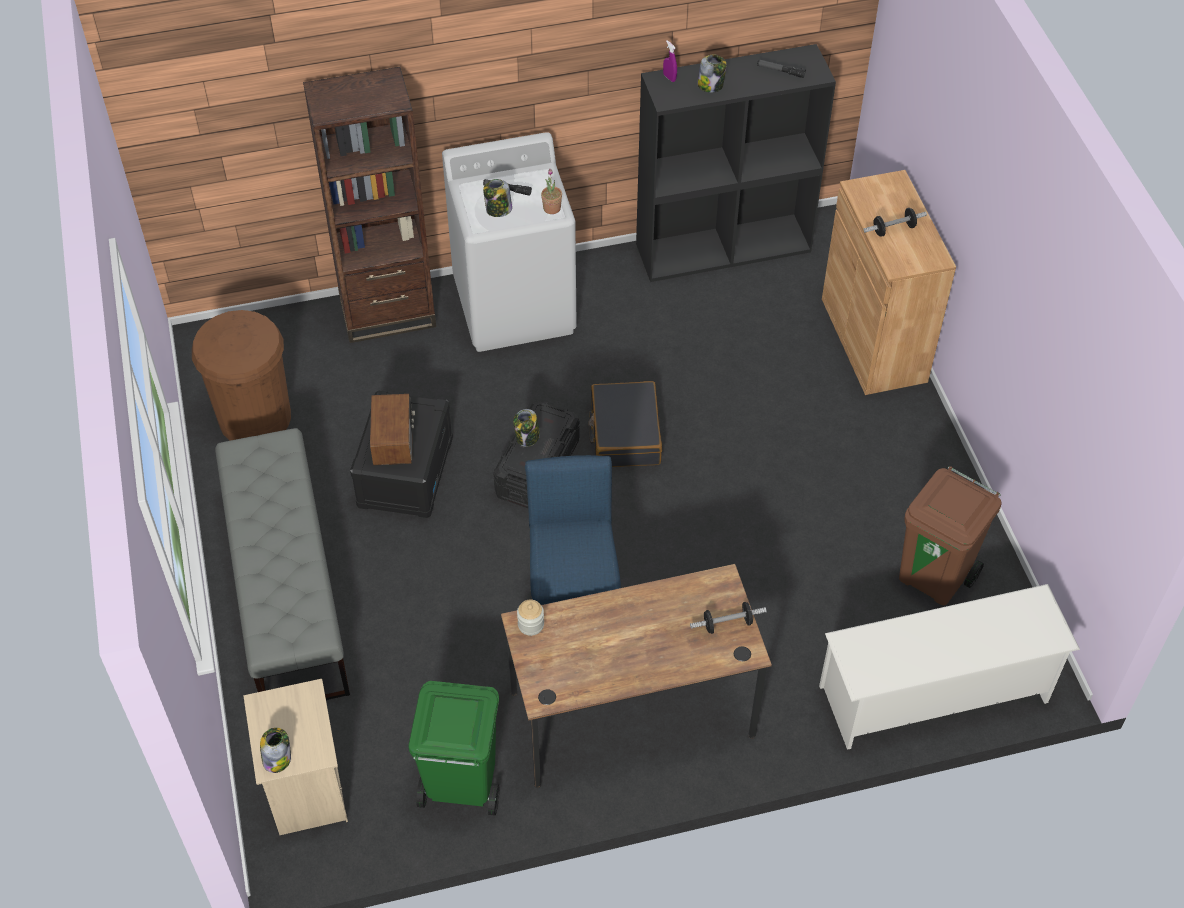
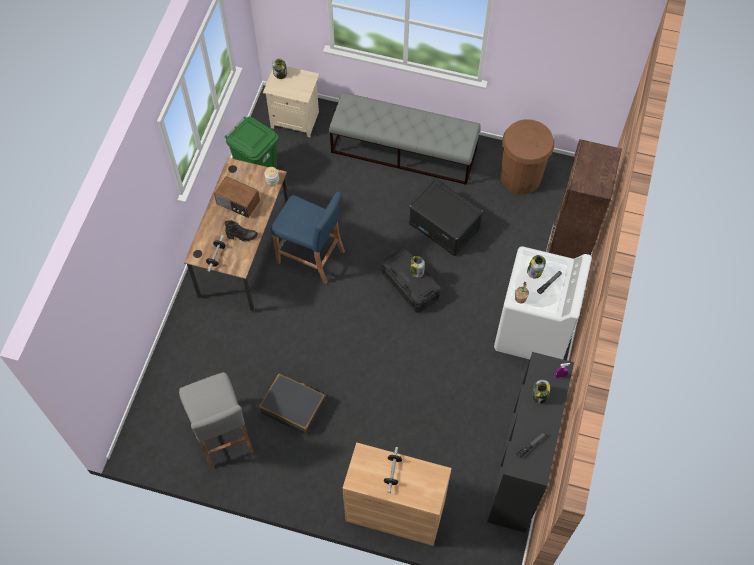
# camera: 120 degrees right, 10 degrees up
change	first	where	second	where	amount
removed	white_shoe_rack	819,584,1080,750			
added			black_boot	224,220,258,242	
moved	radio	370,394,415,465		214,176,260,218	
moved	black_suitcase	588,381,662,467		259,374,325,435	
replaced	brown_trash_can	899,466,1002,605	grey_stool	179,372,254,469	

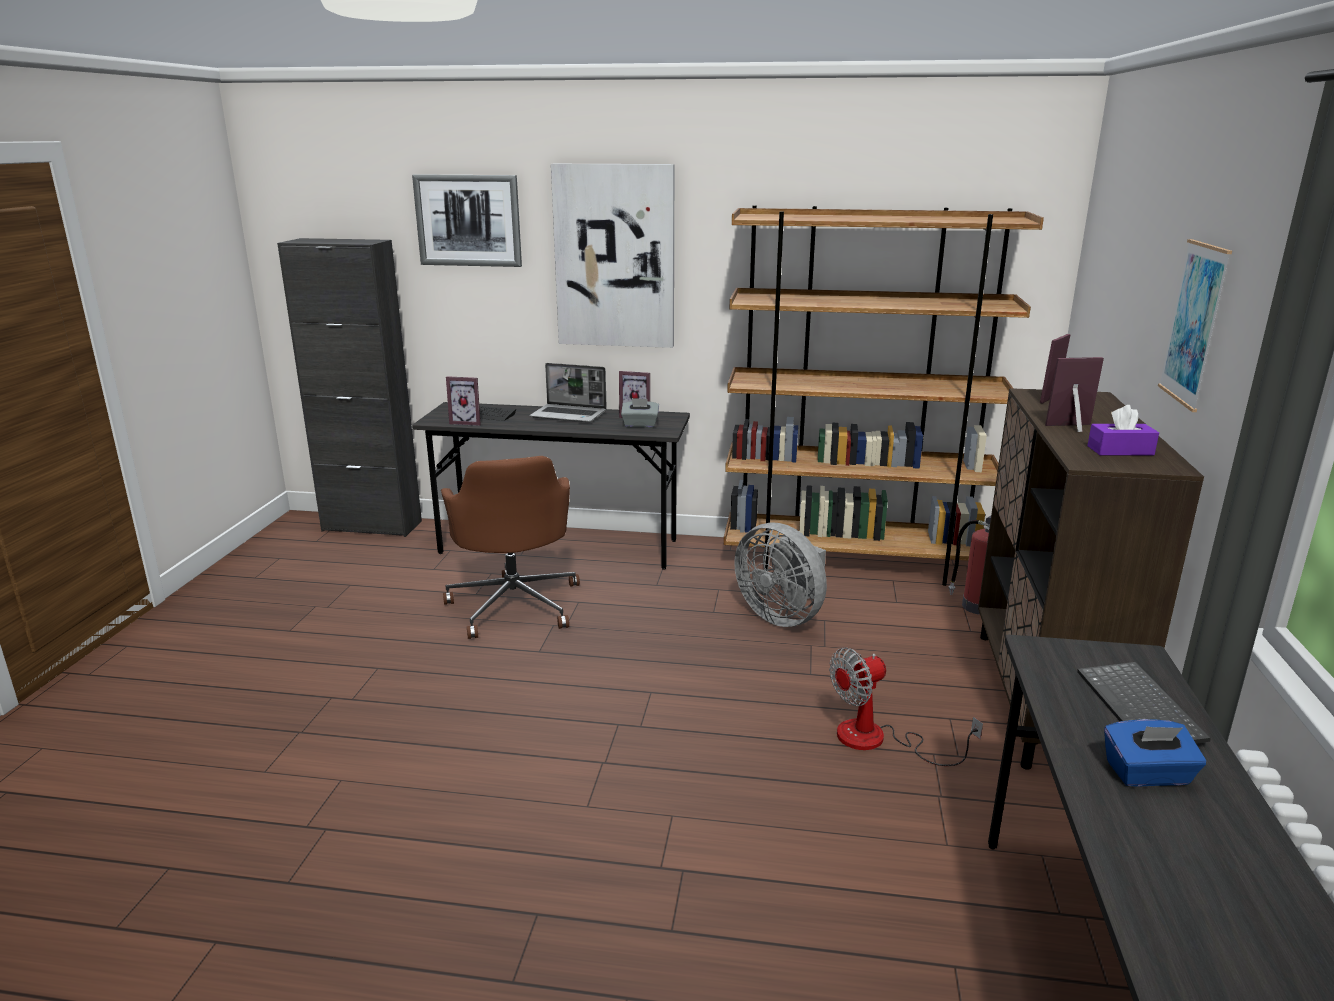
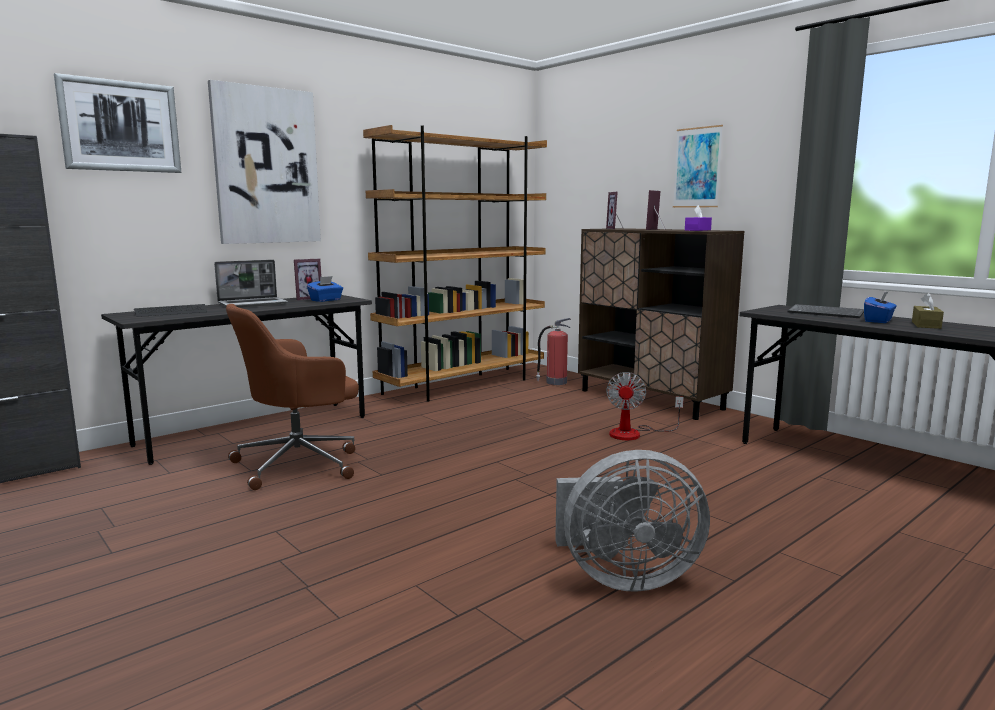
# camera: 50 degrees left, 10 degrees down
change	first	where	second	where	amount
removed	picture_frame	446,376,481,426			
added			brown_tissue_box	912,292,944,329	
moved	grey_fan	734,522,827,627		555,450,710,592	
recoloured	grey_tissue_box	621,398,659,428	blue_tissue_box	307,276,343,302	
turned	brown_office_chair	441,456,580,639		226,304,359,490	120 degrees clockwise

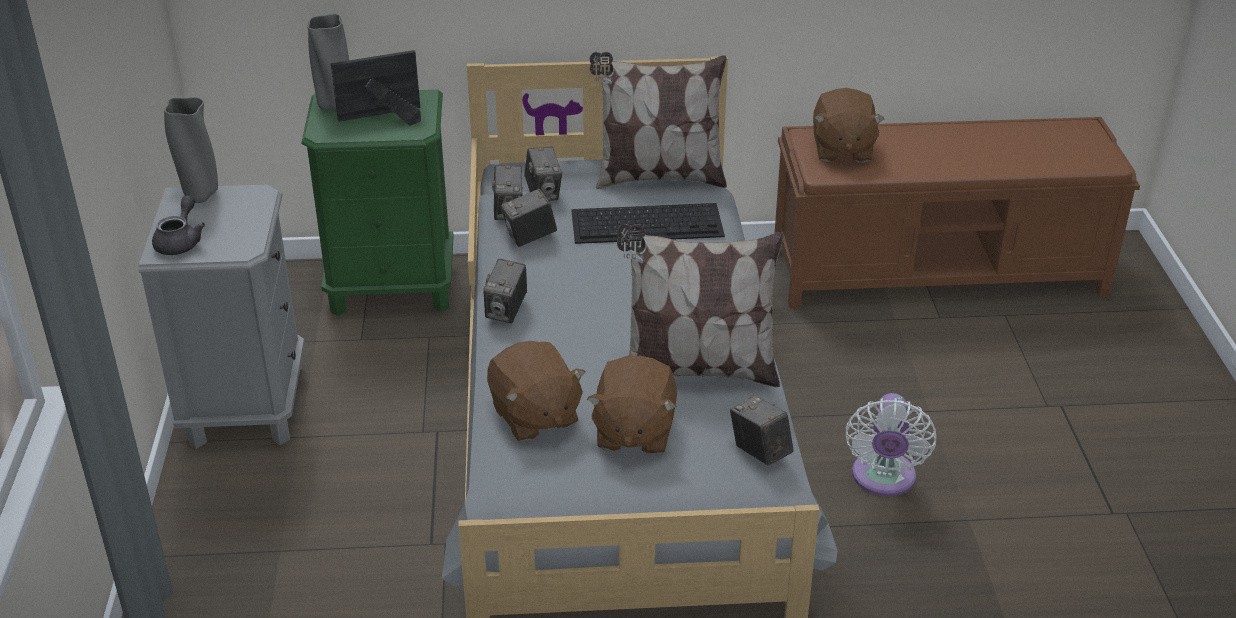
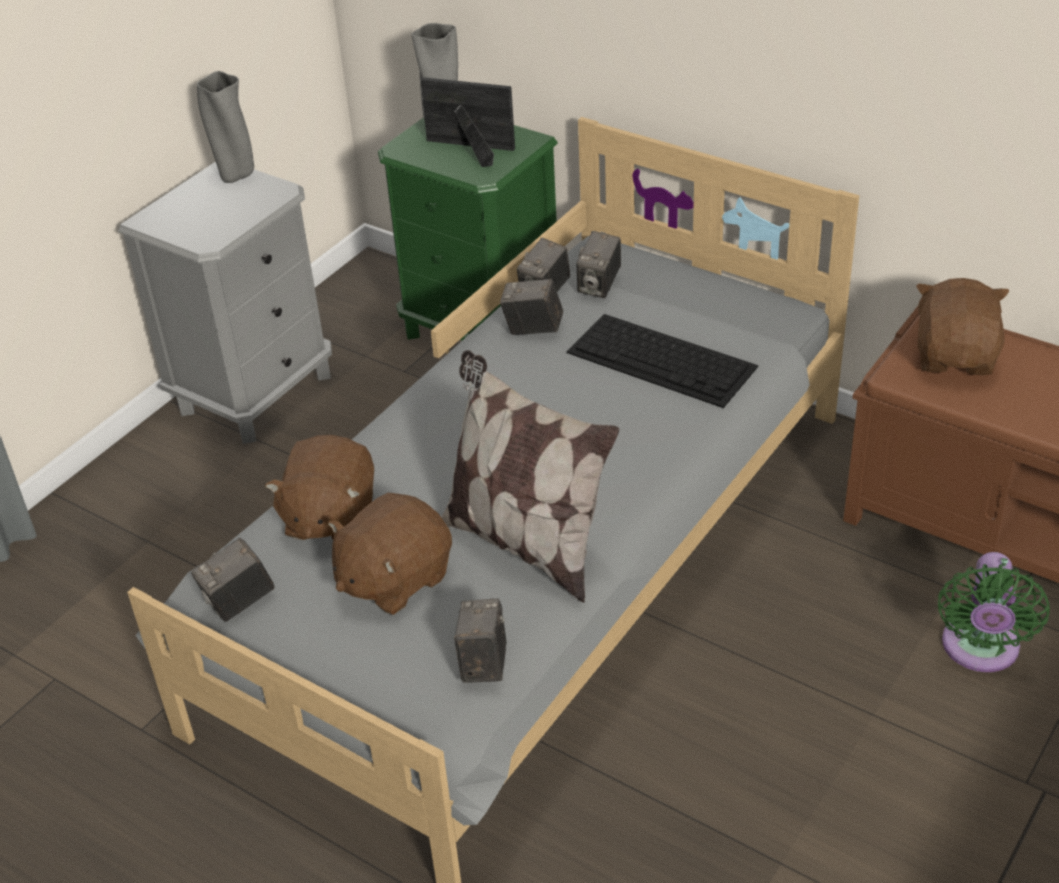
# camera: 40 degrees right, 5 degrees up
change	first	where	second	where	amount
removed	grey_teapot	152,195,205,255			
removed	pillow	590,52,727,189			
removed	white_fan	846,393,936,496			
added			green_fan	938,552,1050,672	
moved	photo_camera	483,259,527,323		191,538,275,622	
turned	brown_plush_toy	813,88,884,163		916,278,1009,375	150 degrees clockwise

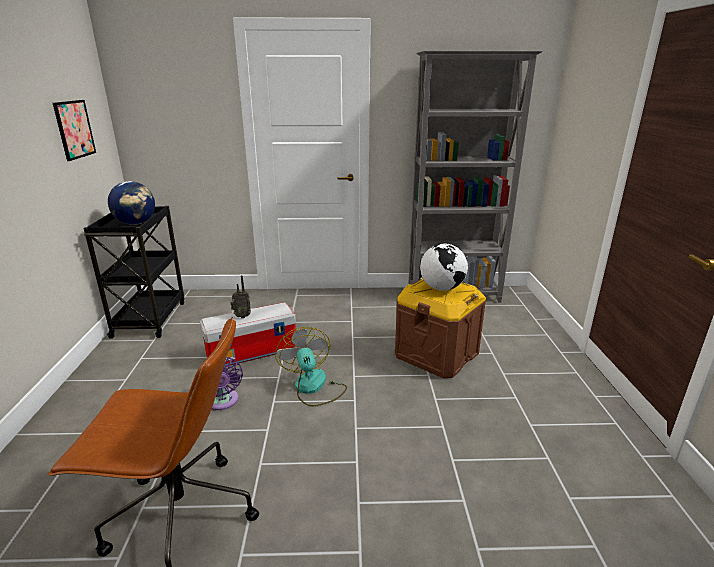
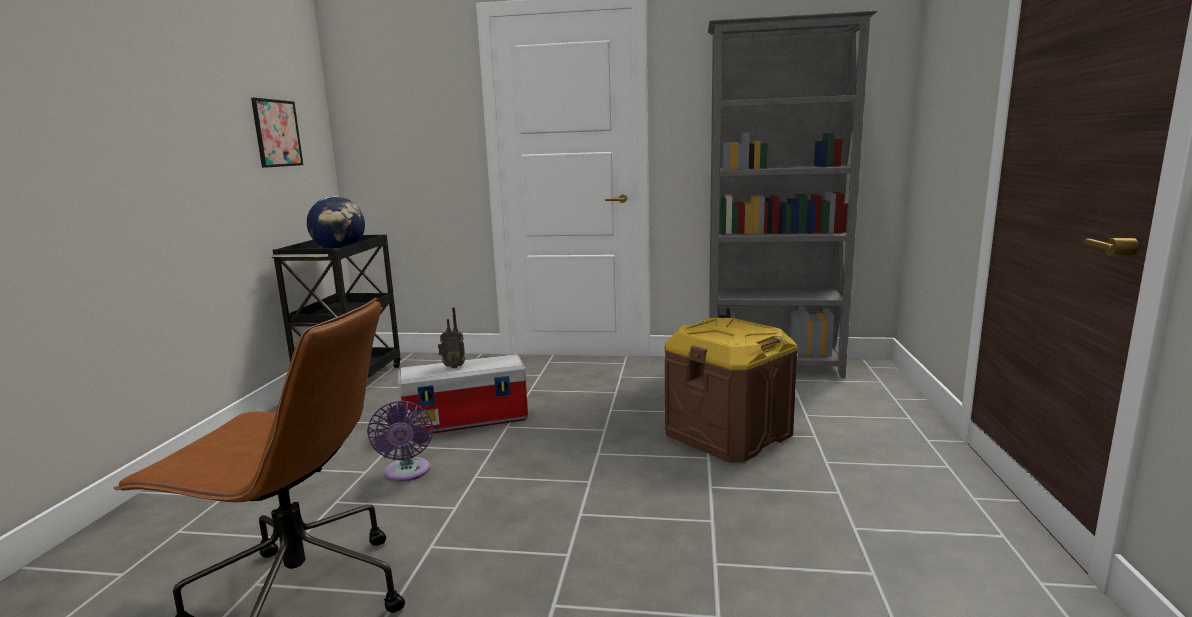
# camera: 10 degrees right, 10 degrees down
change	first	where	second	where	amount
removed	fan	275,327,347,407			
removed	globe	420,243,468,291			

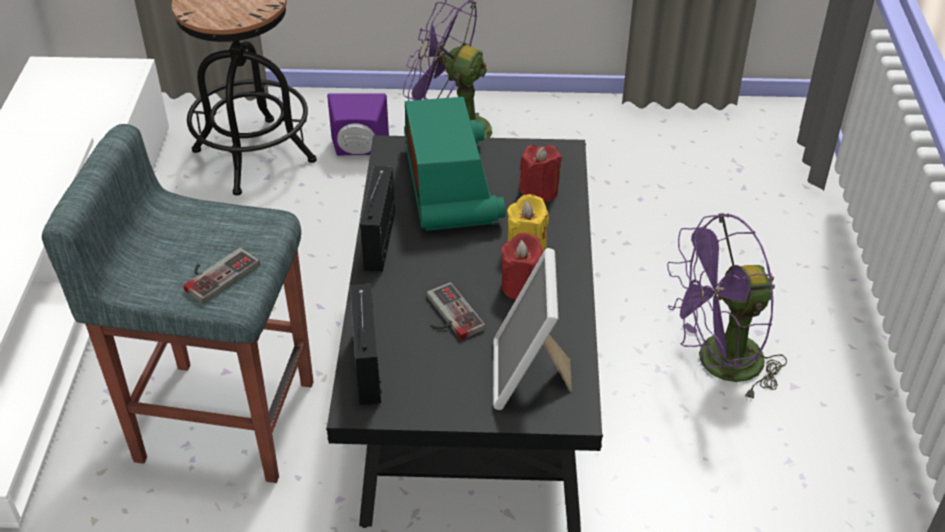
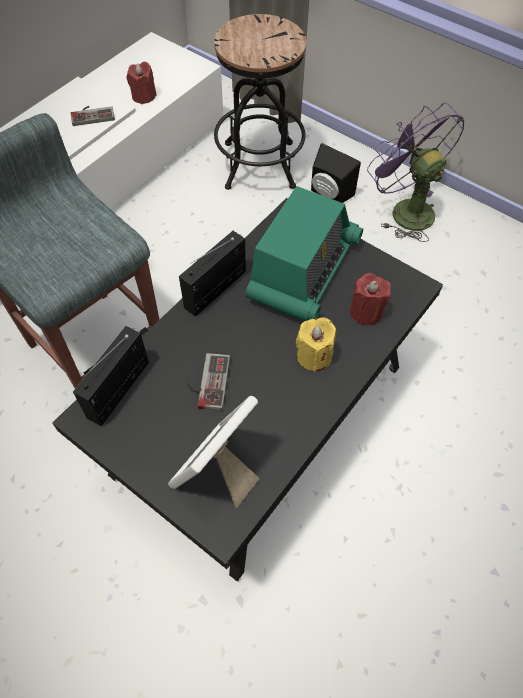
# camera: 35 degrees right, 15 degrees up
change	first	where	second	where	amount
removed	purple_fan	667,213,787,400			
moved	game_controller	184,248,260,304		71,106,115,126	
moved	red_candle	501,233,543,299		127,62,157,104	
recoloured	purple_speaker	327,93,389,156	black_speaker	311,143,361,203	

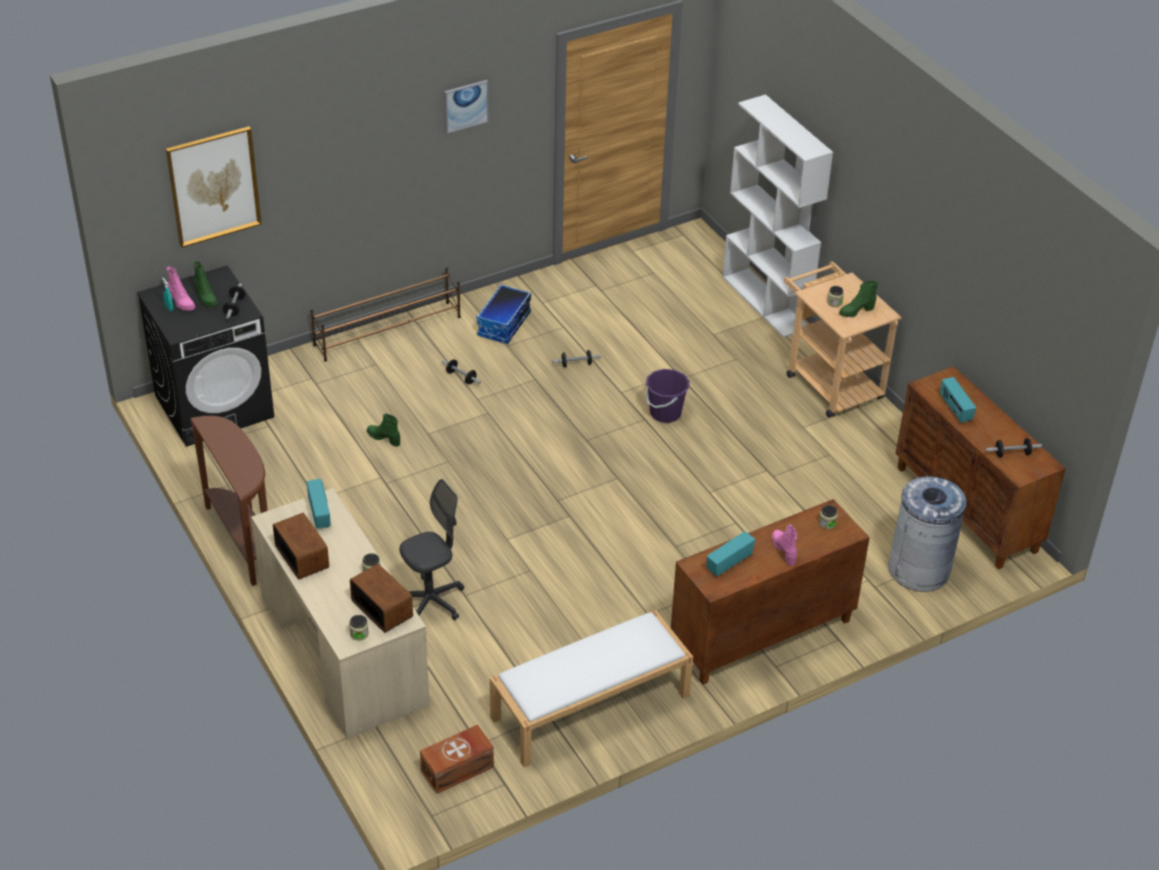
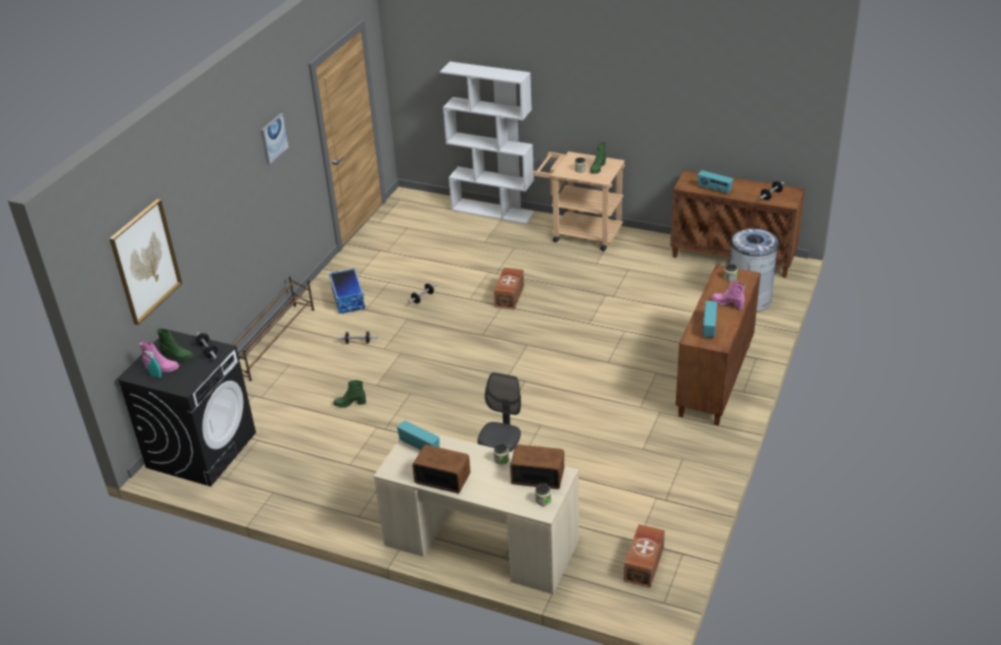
# camera: 35 degrees left, 5 degrees down
change	first	where	second	where	amount
removed	brown_console_table	190,416,268,586			
removed	white_bench	490,610,693,767			
replaced	purple_bucket	645,369,690,423	brown_storage_box	494,268,524,310	

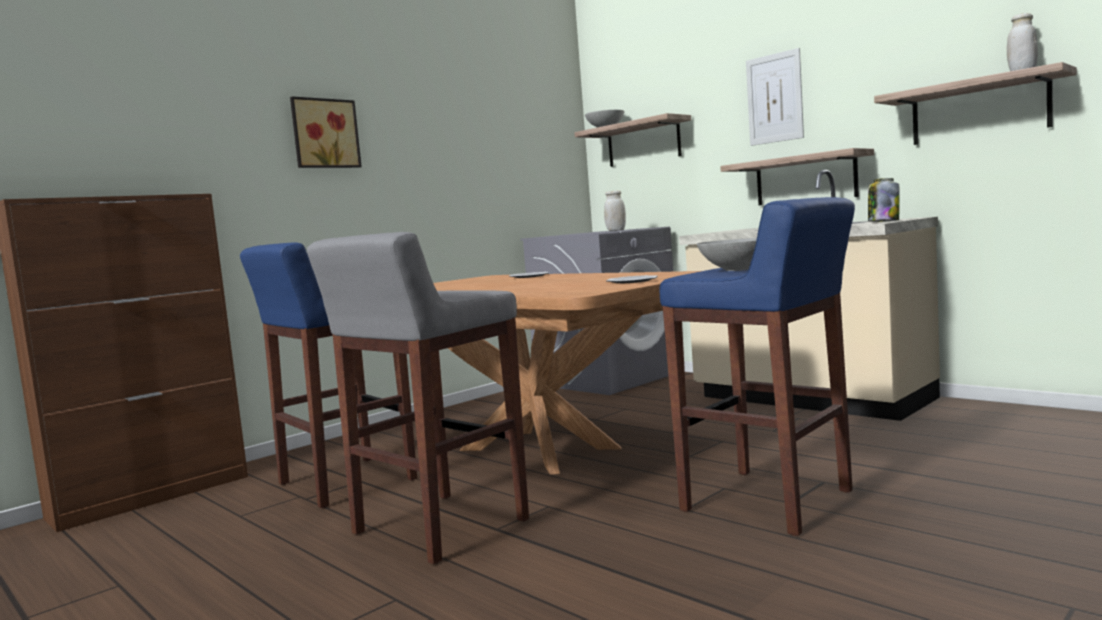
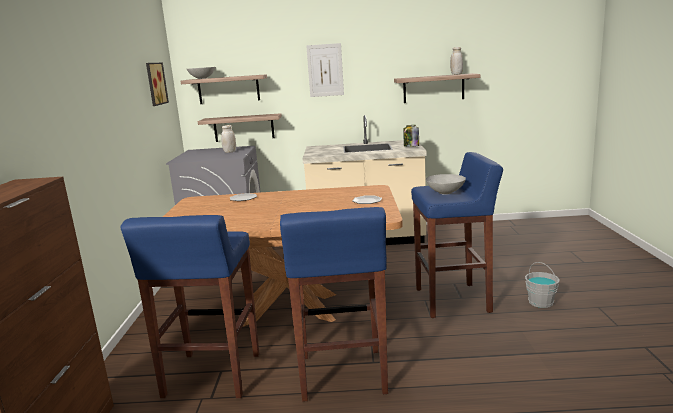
# camera: 45 degrees left, 10 degrees up
change	first	where	second	where	amount
added			grey_bucket	525,262,560,308	
moved	picture	290,96,362,168		146,63,169,106	
moved	shelf	720,148,874,205		198,113,282,142	
recoloured	grey_stool	307,232,529,564	blue_stool	280,207,388,402	

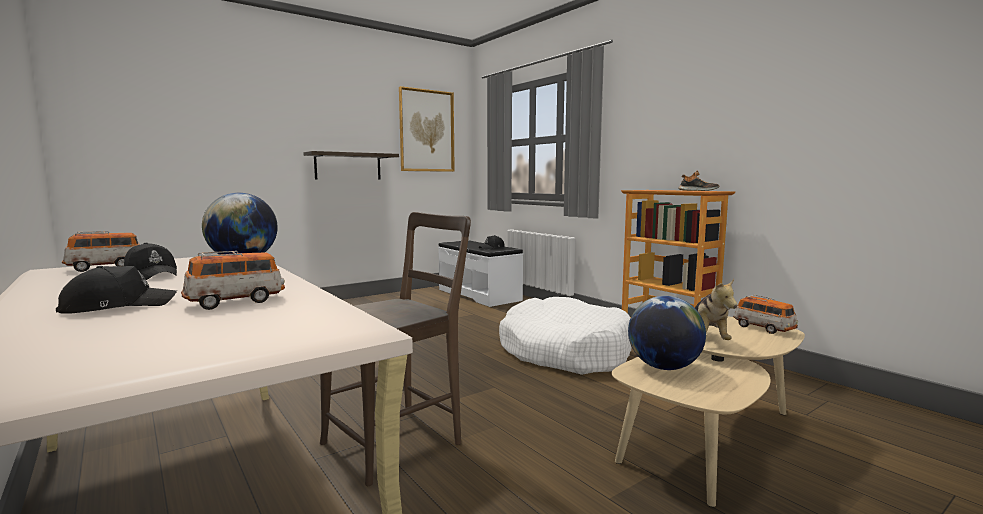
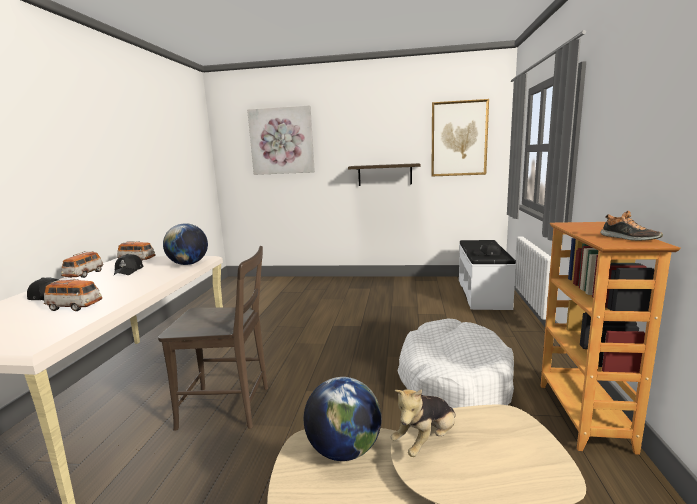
# camera: 45 degrees right, 5 degrees up
change	first	where	second	where	amount
added			picture	247,106,315,175	
moved	toy_car	733,294,798,334		61,251,104,278	

